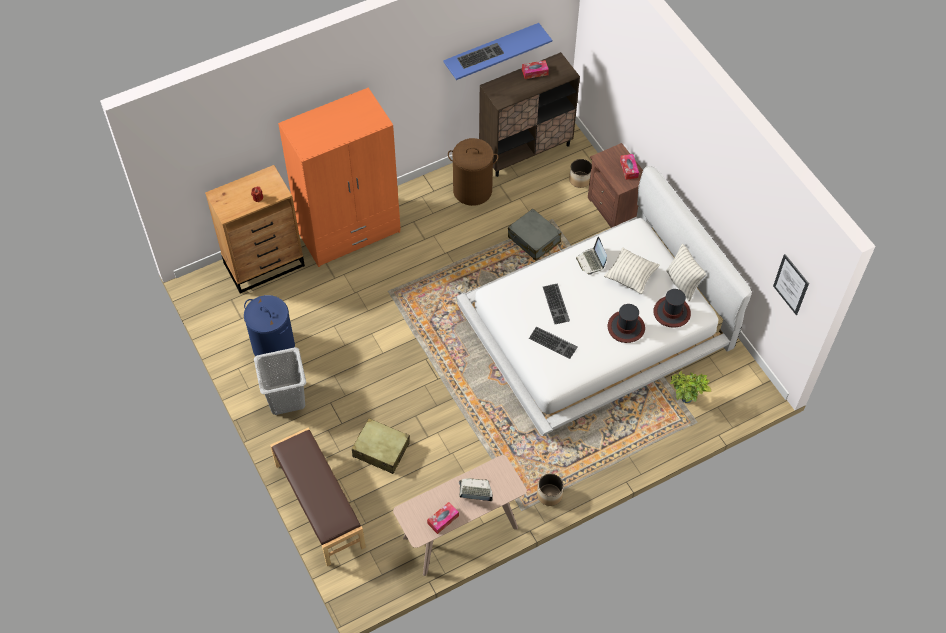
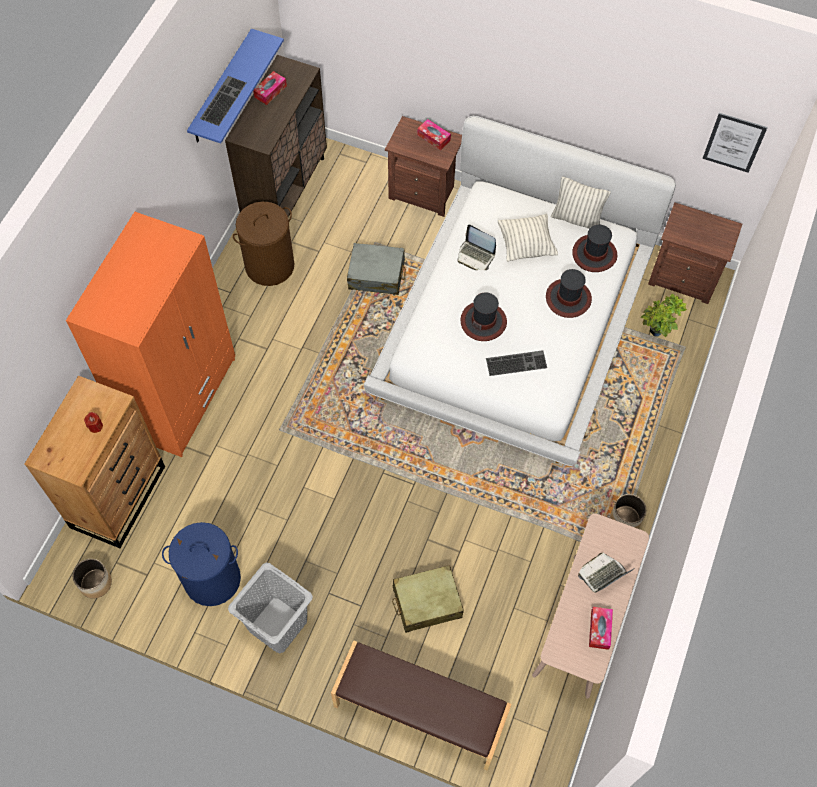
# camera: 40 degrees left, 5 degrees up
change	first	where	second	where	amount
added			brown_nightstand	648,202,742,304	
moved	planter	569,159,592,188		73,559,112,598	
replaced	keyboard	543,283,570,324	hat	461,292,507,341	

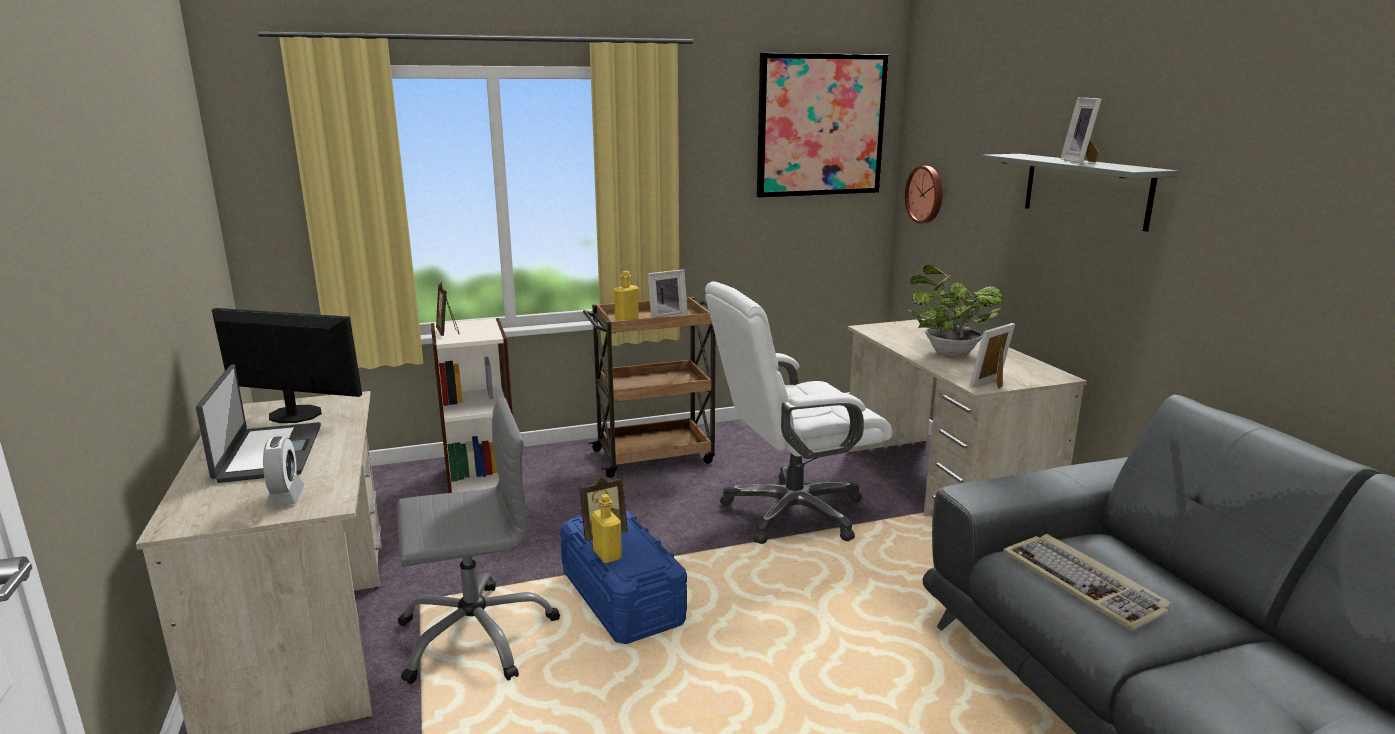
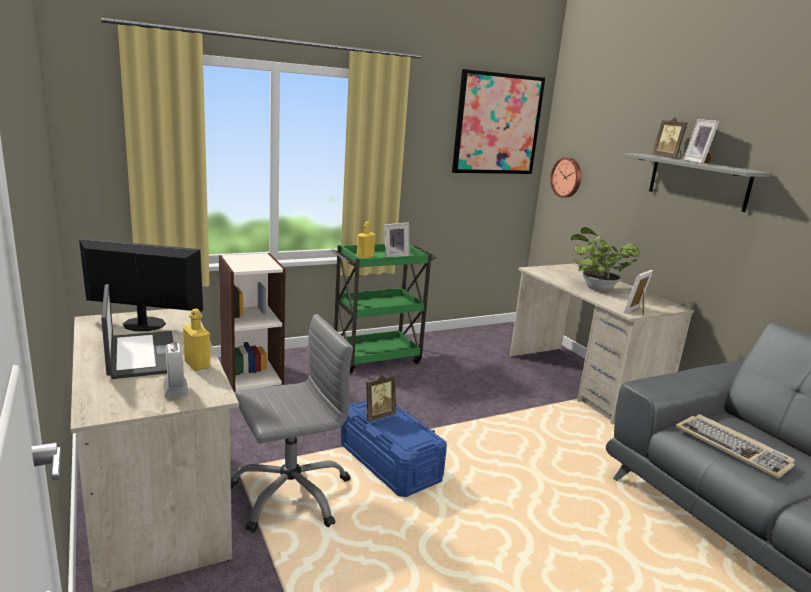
# camera: 10 degrees left, 0 degrees up
change	first	where	second	where	amount
removed	white_office_chair	705,281,892,544			
moved	picture_frame	436,282,459,336		652,117,687,159	
moved	yellow_bottle	591,494,622,563		183,309,210,371	
recoloured	brown_cart	583,297,716,478	green_cart	331,244,436,374	

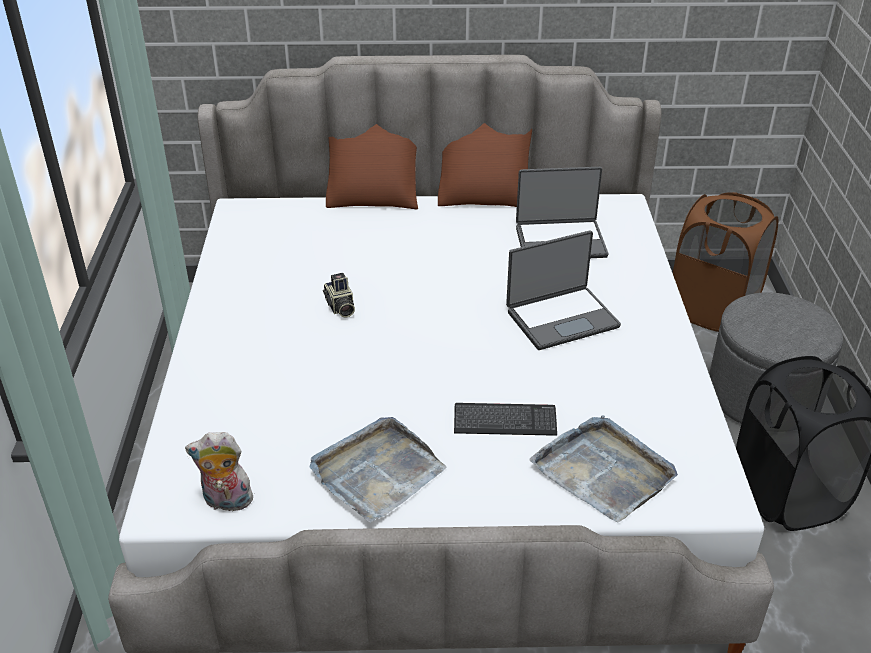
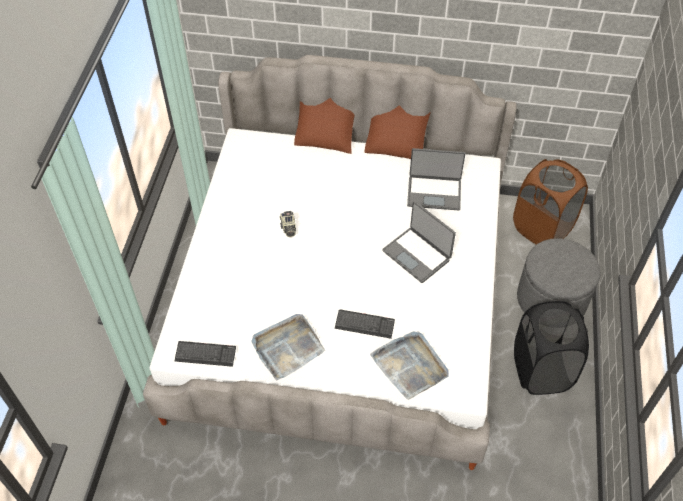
# camera: 10 degrees right, 15 degrees up
change	first	where	second	where	amount
replaced	plush_toy	185,432,255,515	keyboard	175,341,236,367	
turned	laptop	506,231,621,350		382,201,456,283	60 degrees clockwise

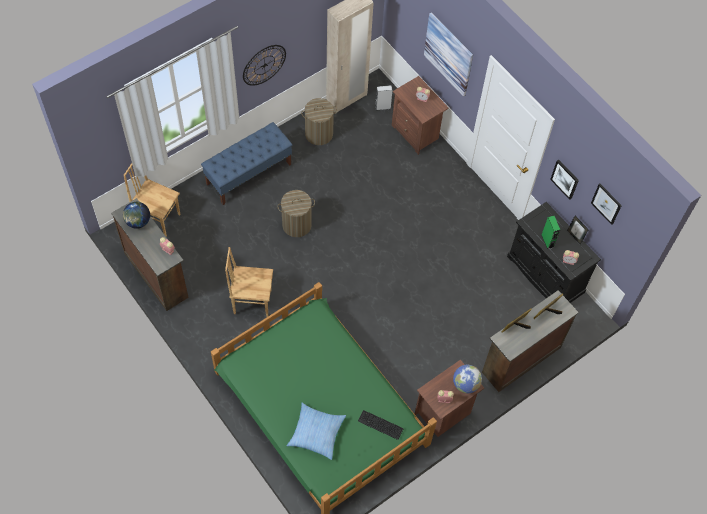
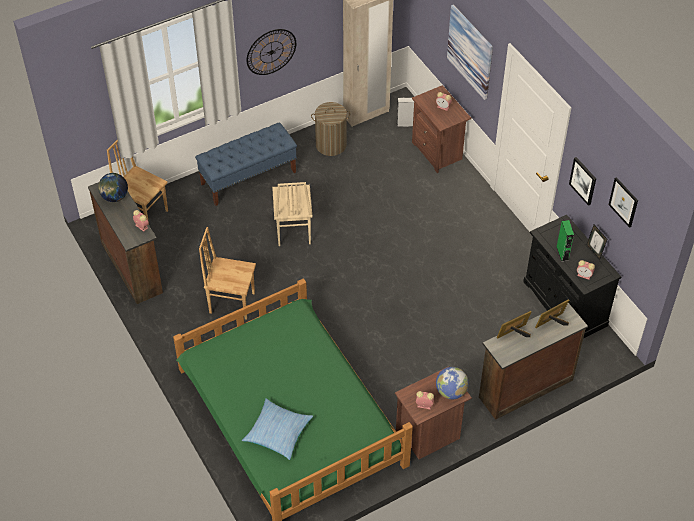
# camera: 10 degrees right, 10 degrees down
change	first	where	second	where	amount
removed	keyboard	358,410,404,440			
replaced	laundry_basket	277,190,315,237	beige_chair	272,182,312,246	

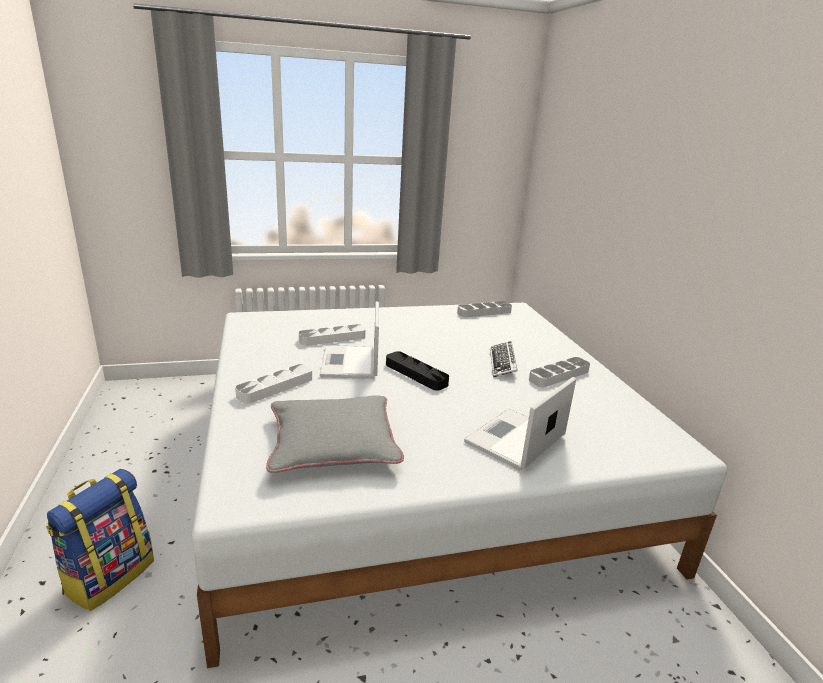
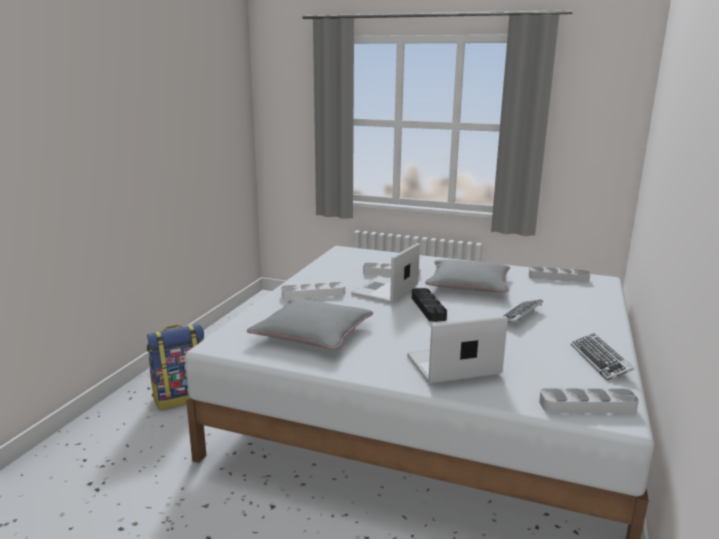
# camera: 35 degrees right, 5 degrees down
change	first	where	second	where	amount
added			grey_pillow	425,260,510,292	
added			keyboard	571,333,634,380	
moved	grey_tray	529,357,590,387		539,388,639,413	

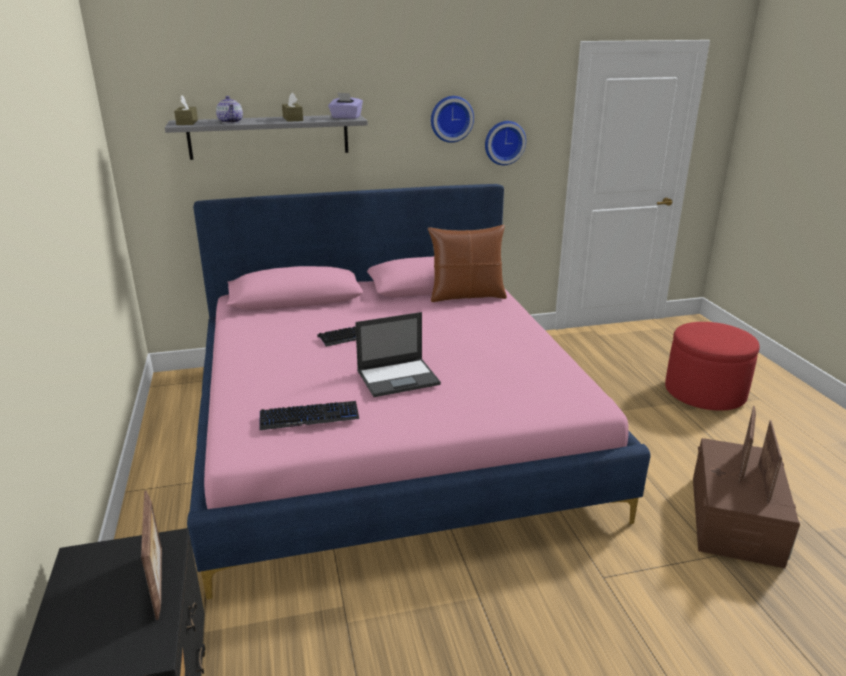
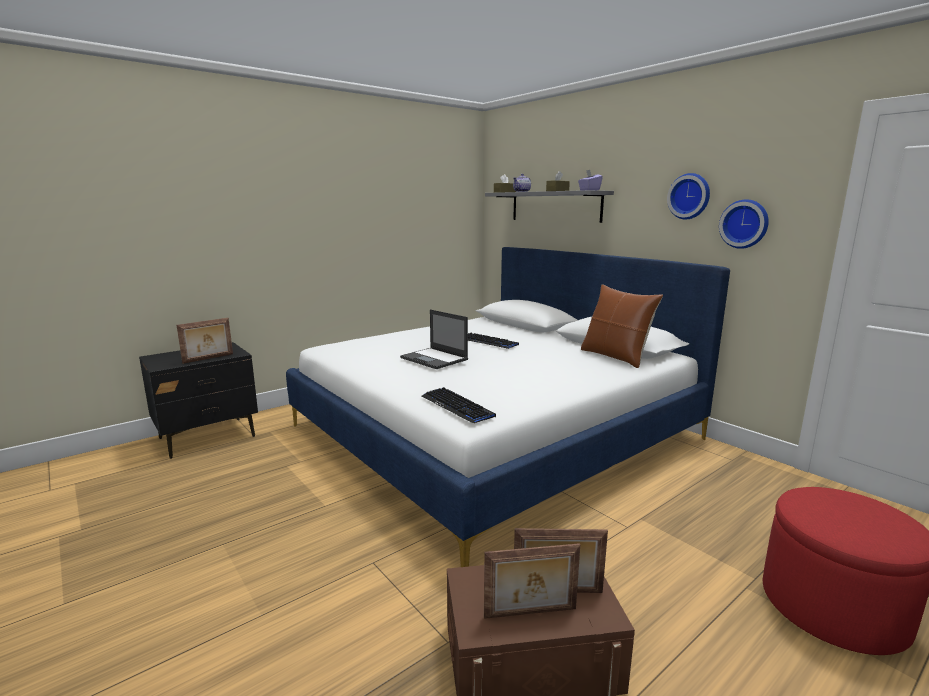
# camera: 65 degrees right, 10 degrees down
change	first	where	second	where	amount
moved	keyboard	259,401,359,430		422,387,496,423	
recoloured	pink_bed	187,184,651,600	white_bed	286,247,730,567	

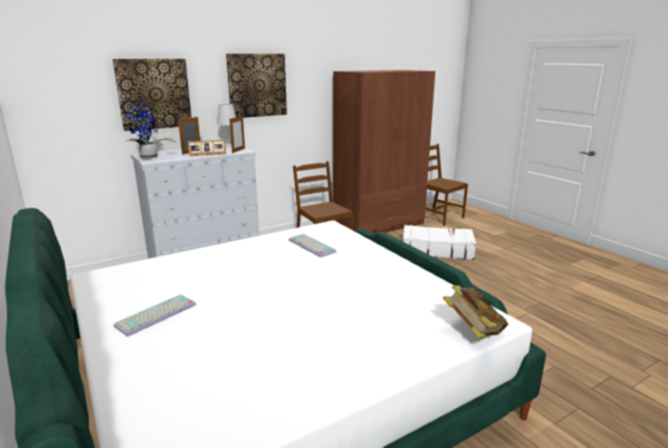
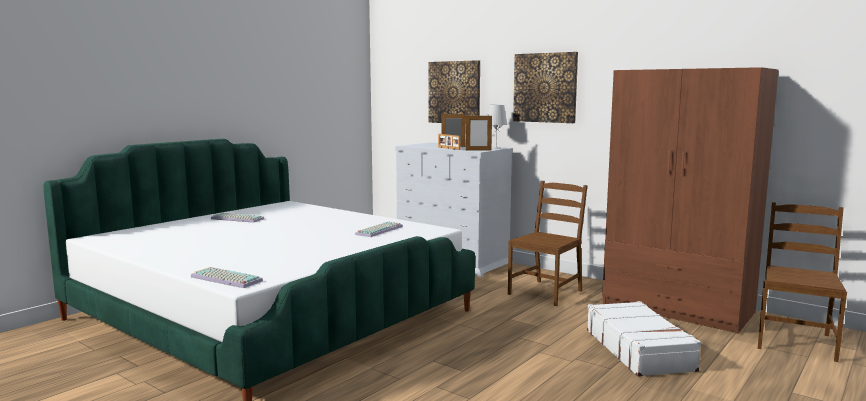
# camera: 70 degrees right, 10 degrees down
change	first	where	second	where	amount
removed	potted_plant	125,100,176,159			
replaced	book	443,285,508,339	keyboard	191,267,263,288	

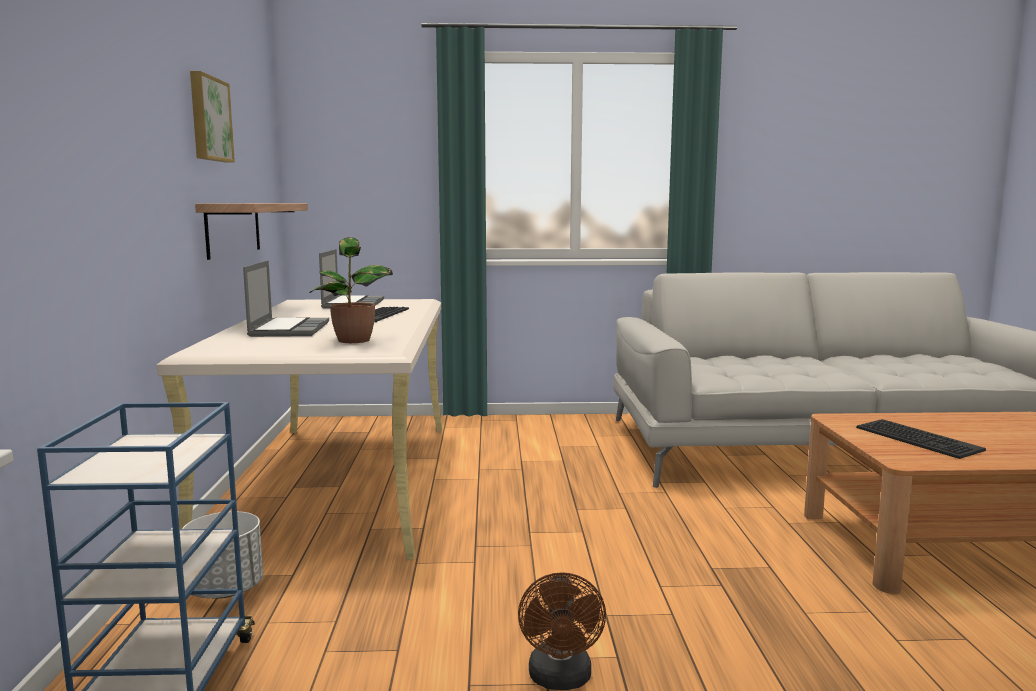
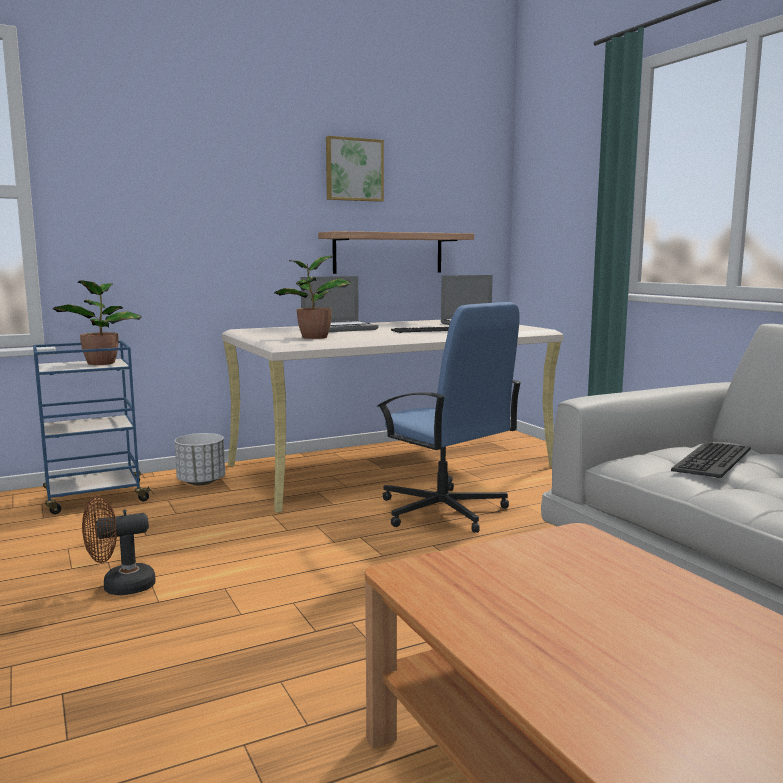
# camera: 65 degrees right, 0 degrees up
change	first	where	second	where	amount
added			potted_plant	52,280,142,365	
added			blue_office_chair	377,302,522,533	
moved	keyboard	856,419,986,459		671,442,751,478	

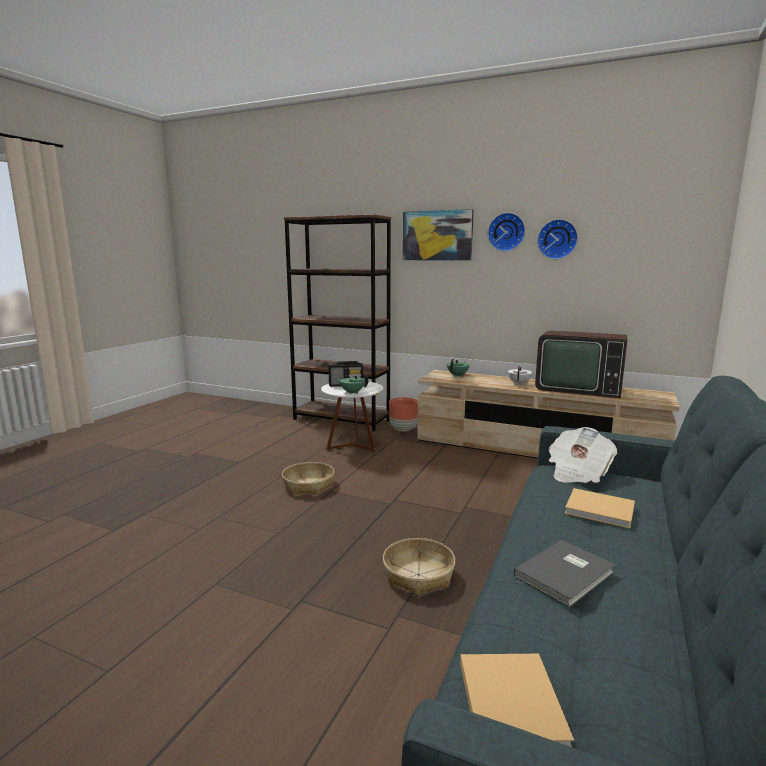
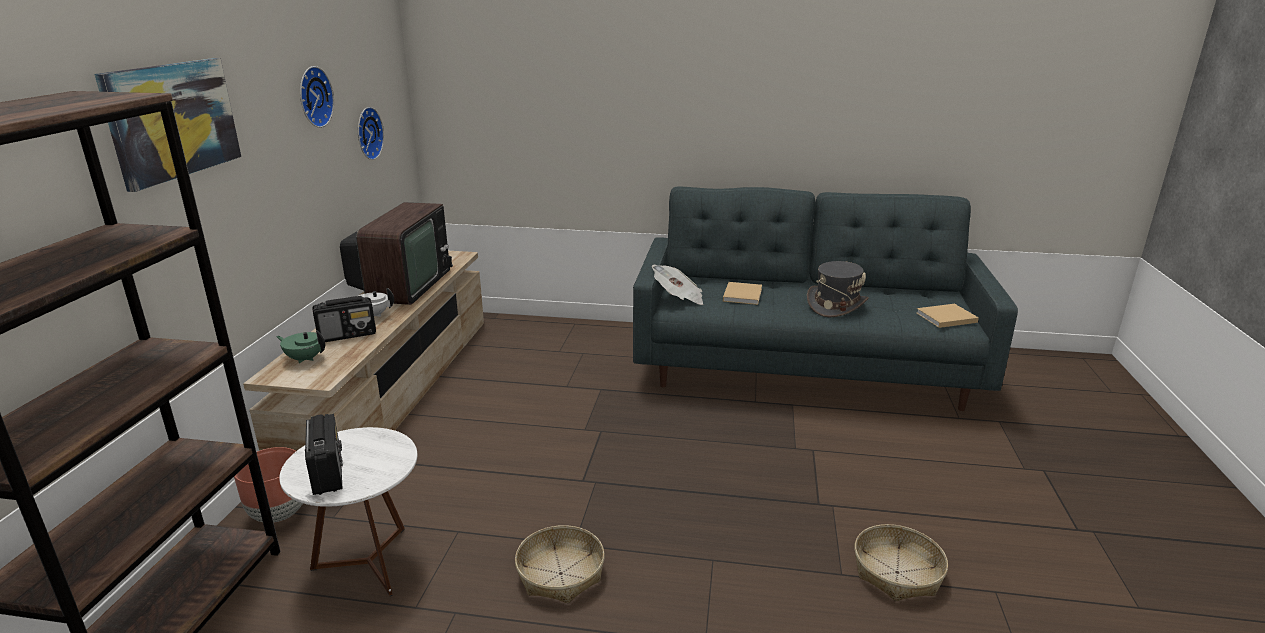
# camera: 105 degrees left, 10 degrees up
change	first	where	second	where	amount
removed	green_teapot	336,373,368,394			
added			radio	312,296,376,342	
moved	basket	383,538,456,596		854,524,948,601	
moved	wall_clock	488,213,525,252		358,107,384,160	
replaced	grey_book	514,540,615,607	grey_hat	807,261,869,317	

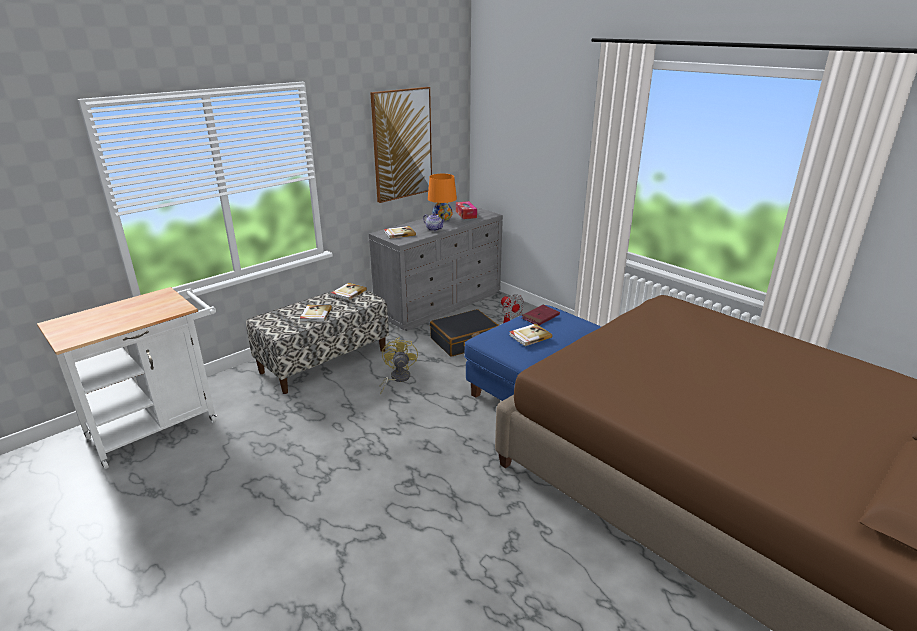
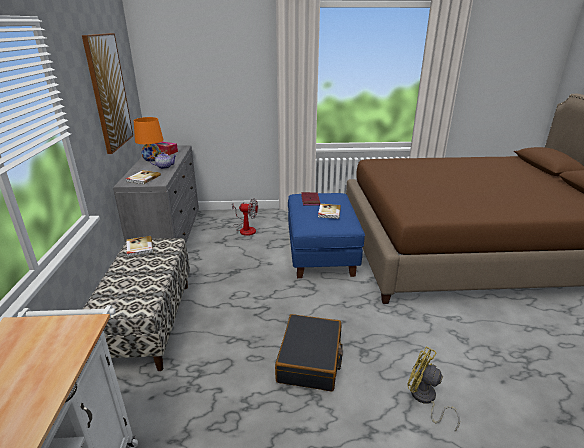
# camera: 50 degrees left, 0 degrees up
change	first	where	second	where	amount
removed	book	300,305,332,322			
moved	yellow_fan	379,337,418,394		407,347,460,432	
moved	black_suitcase	430,309,499,357		275,314,343,392	

